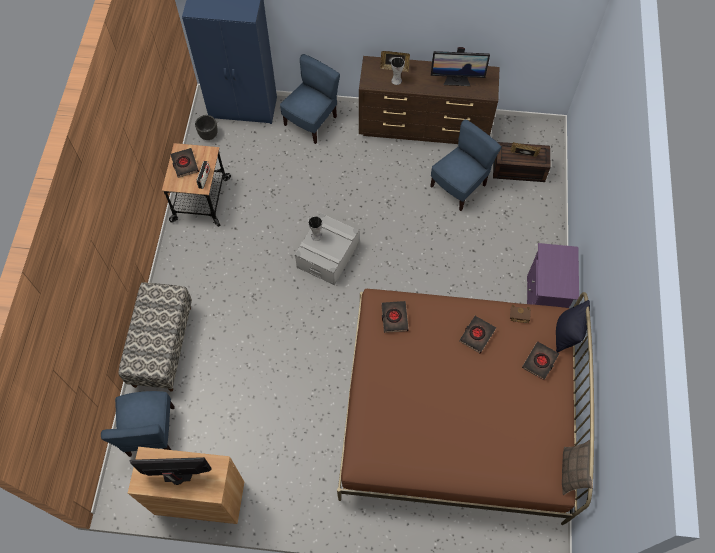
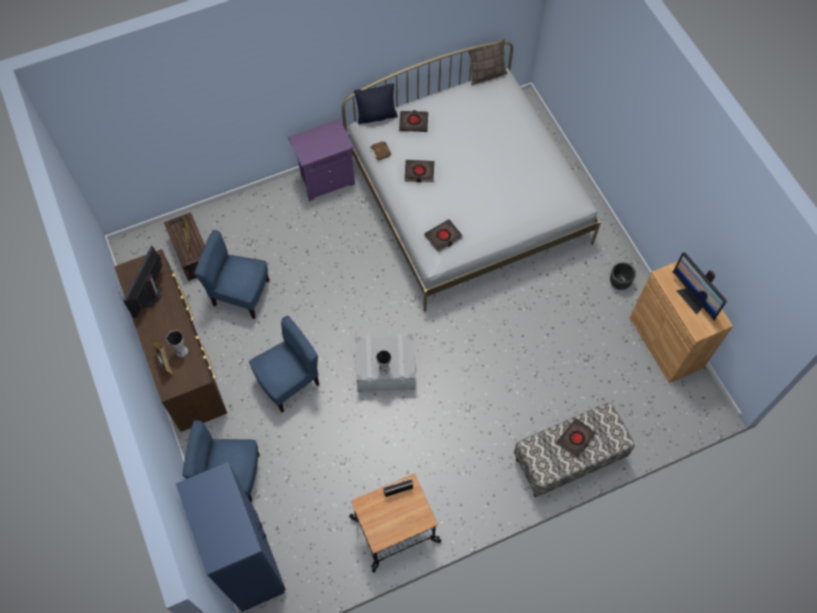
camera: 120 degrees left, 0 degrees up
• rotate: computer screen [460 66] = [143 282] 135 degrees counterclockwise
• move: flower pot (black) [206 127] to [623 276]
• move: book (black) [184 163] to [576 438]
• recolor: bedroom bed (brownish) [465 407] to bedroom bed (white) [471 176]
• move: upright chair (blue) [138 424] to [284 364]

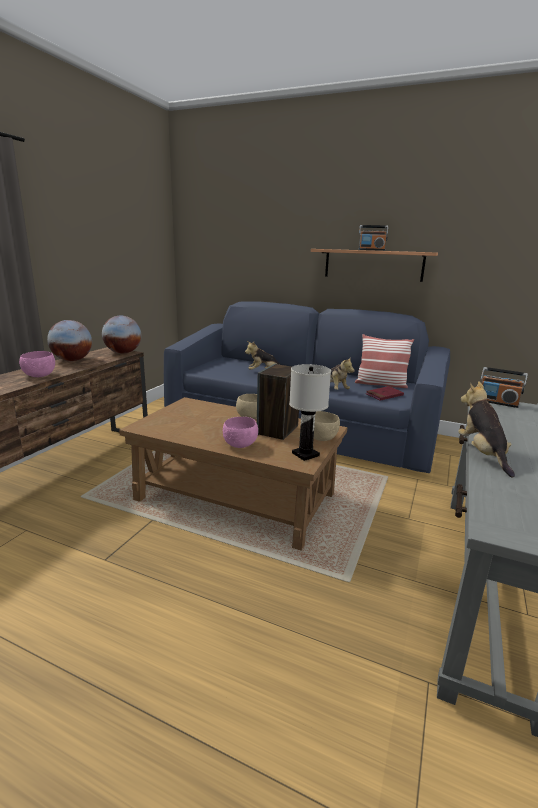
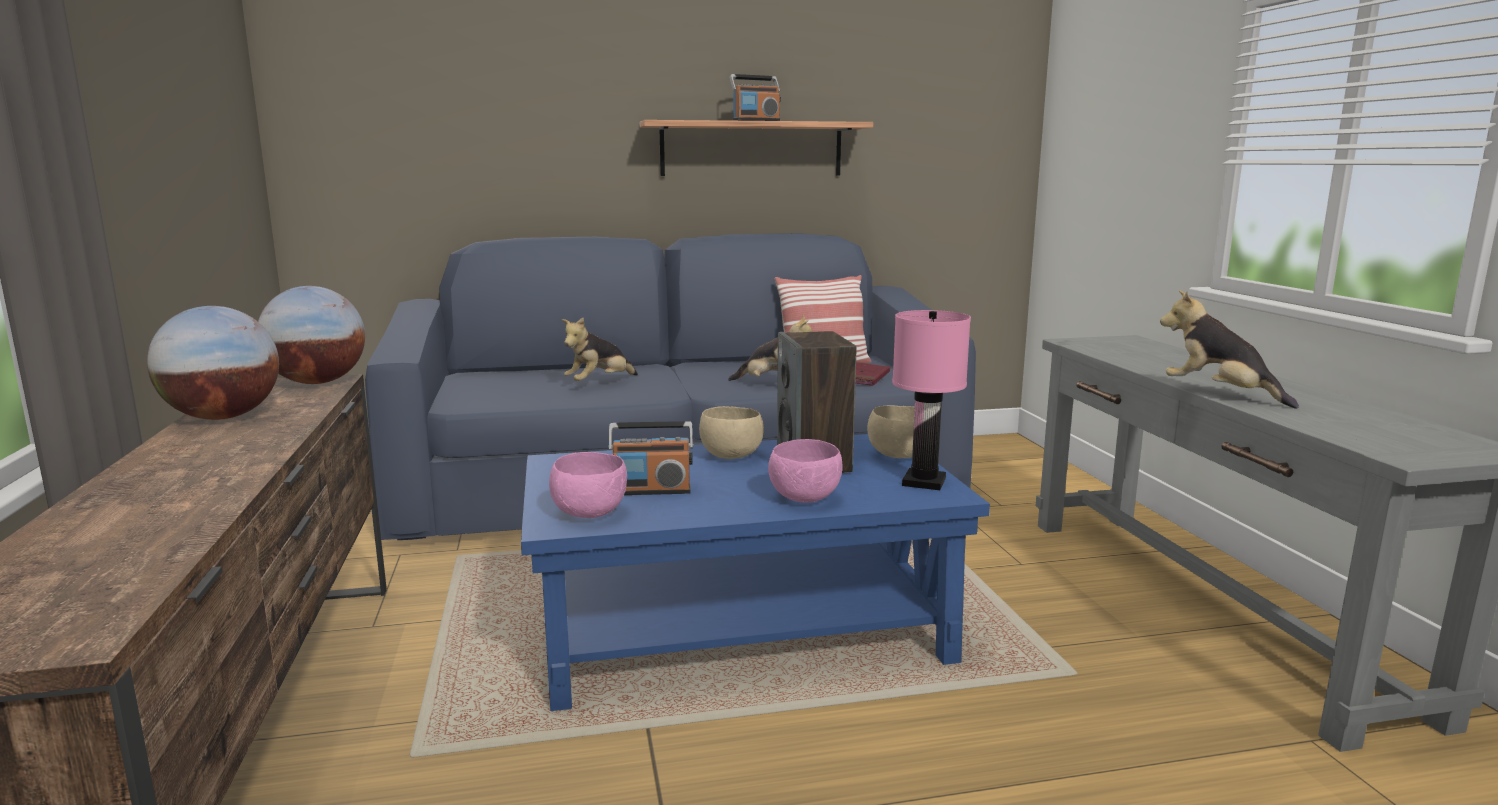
camera: 35 degrees left, 5 degrees down
• move: deep dish (pinkish) [37 364] to [588 485]
• recolor: table lamp (white) [310 412] to table lamp (pinkish) [931 400]
• move: radio set [504 387] to [651 458]
• recolor: lounge table (brownish) [233 474] to lounge table (blue) [755 572]

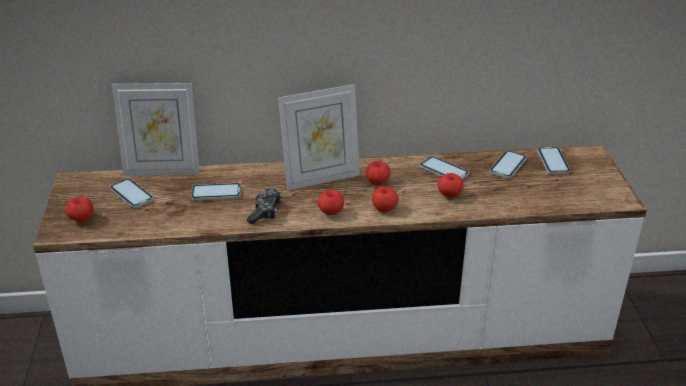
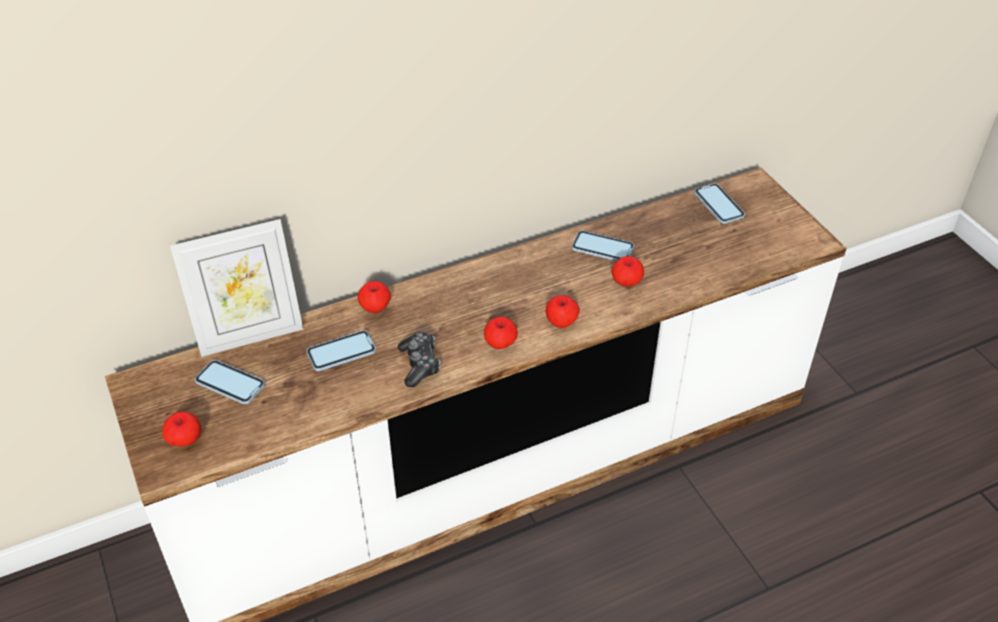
camera: 20 degrees left, 10 degrees up
• delete: standing frame [319 137]
• delete: telephone [508 164]
• move: apple fruit [378 173] to [374 297]

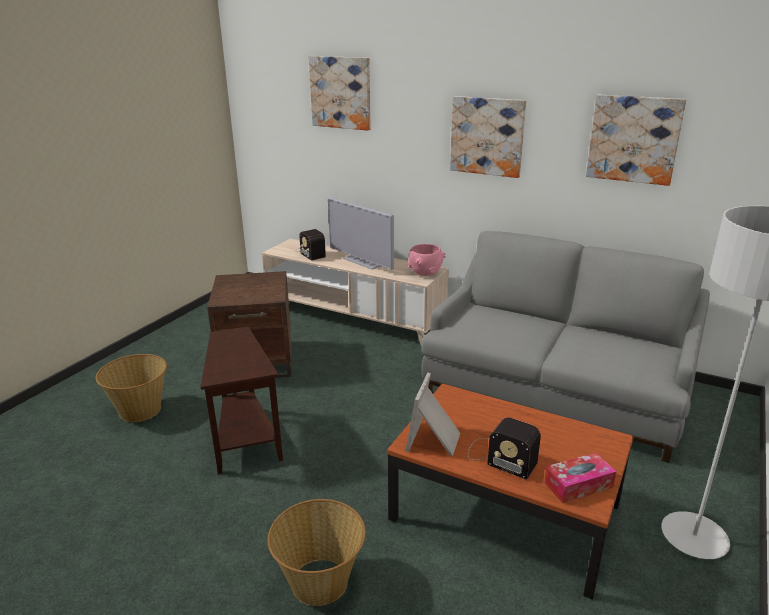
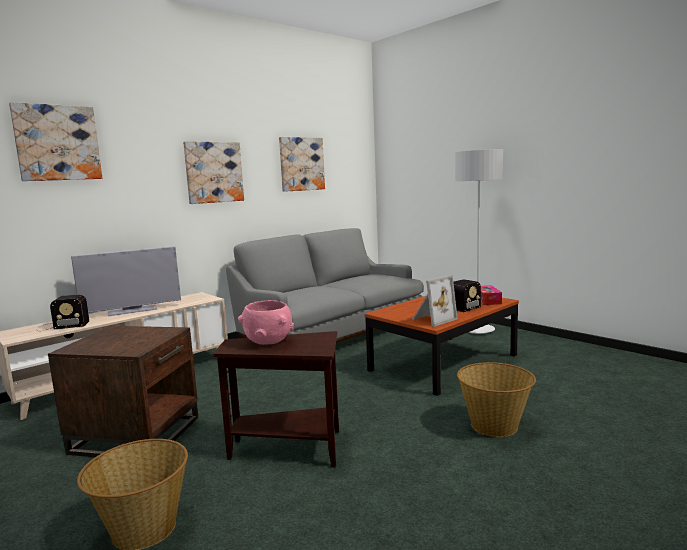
camera: 70 degrees left, 15 degrees down
• move: deep dish (pinkish) [426 260] to [266 322]
• rotate: standing frame [432 414] = [435 301] 75 degrees counterclockwise

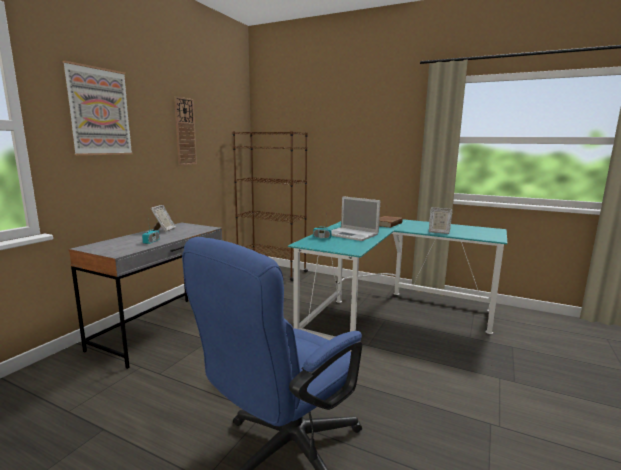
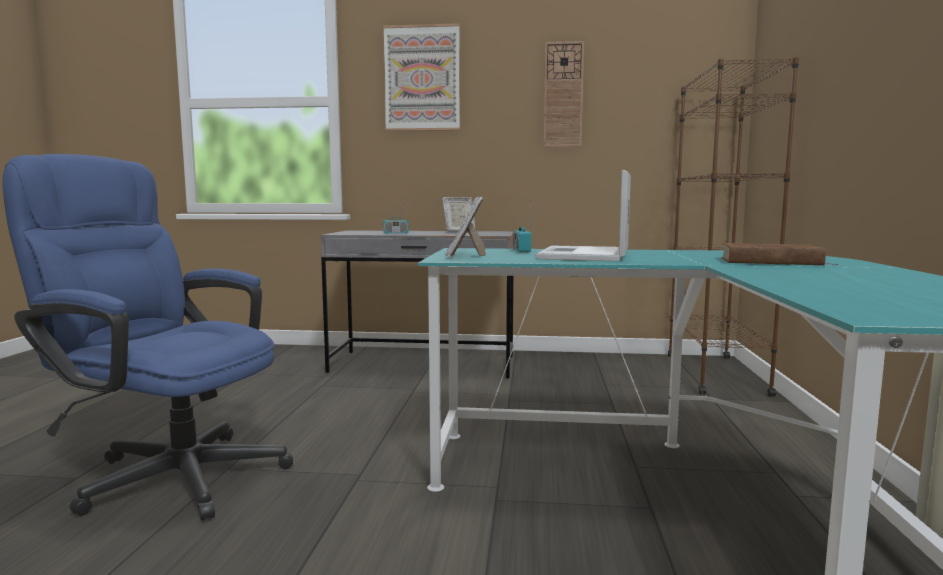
camera: 70 degrees right, 5 degrees down
• move: standing frame [441 220] to [465 227]

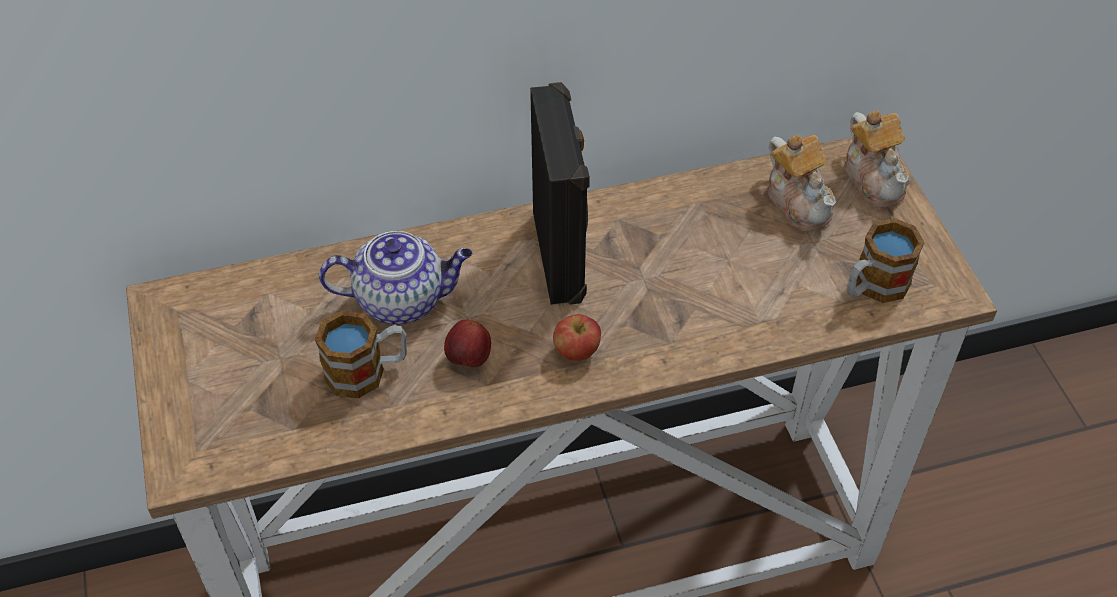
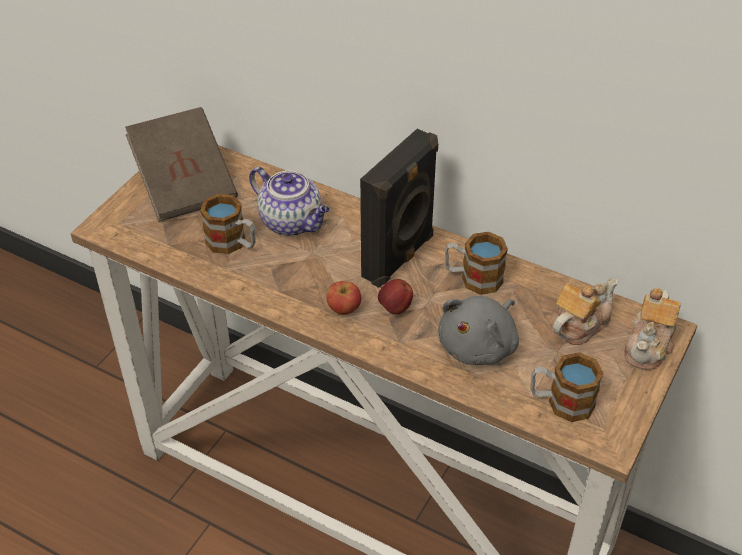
camera: 45 degrees right, 5 degrees down
• rotate: teapot [801 183] = [585 311] 150 degrees counterclockwise
• move: apple fruit [467 343] to [395 297]
• insert: book (brownish) [181 164]
• insert: tea mug [476 263]
• insert: plush toy (greyish) [478 330]

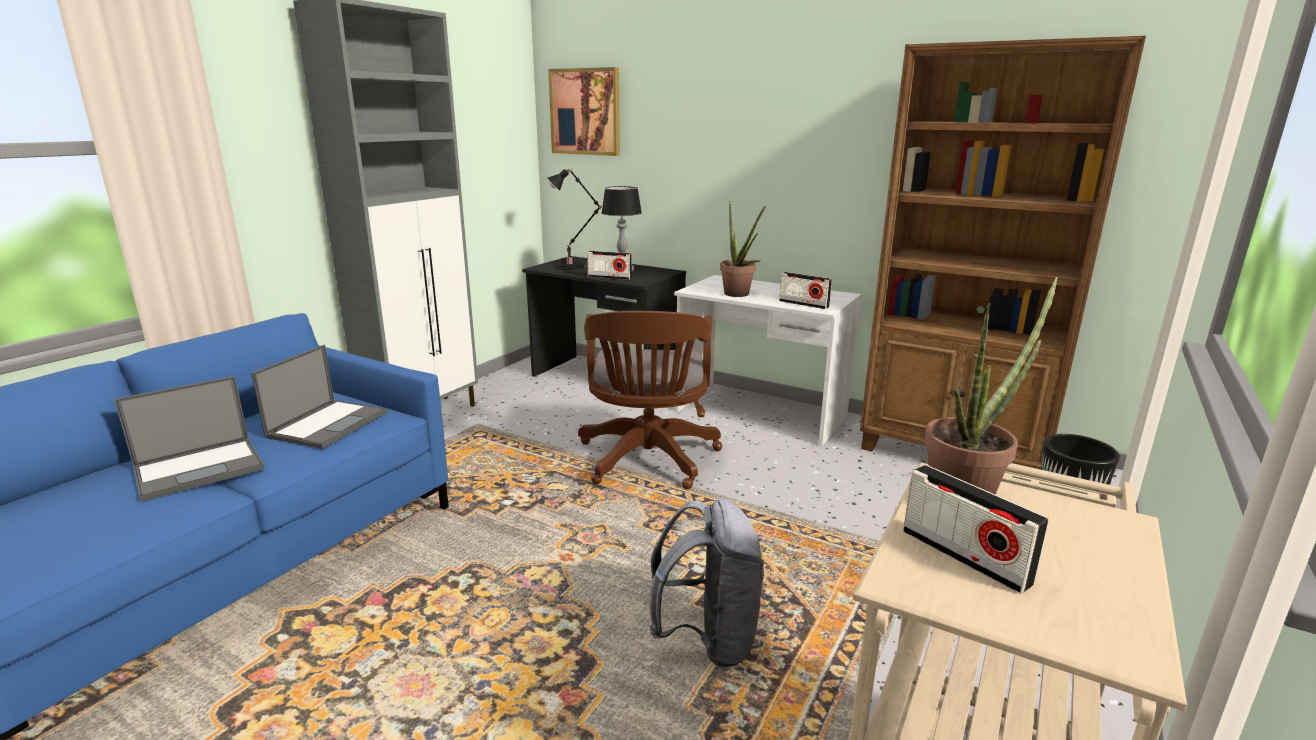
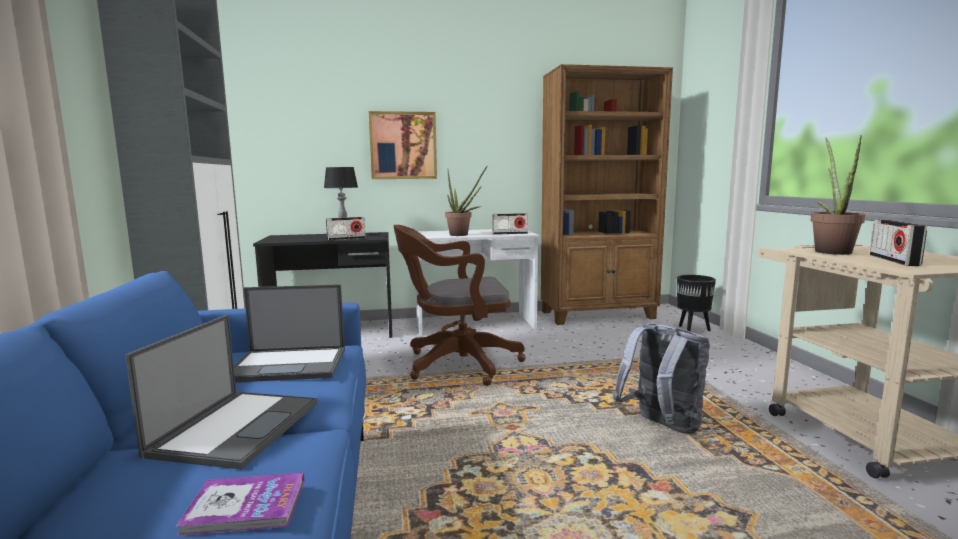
camera: 40 degrees left, 10 degrees down
• move: picture [584 111] to [403 145]
• delete: table lamp (black) [575 219]
• rotate: desk chair (brownish) [650 400] = [459 305] 120 degrees clockwise
• rotate: laptop [319 397] = [289 333] 105 degrees clockwise
• rotate: radio set [976 529] = [898 242] 90 degrees clockwise
• insert: book [240 504]

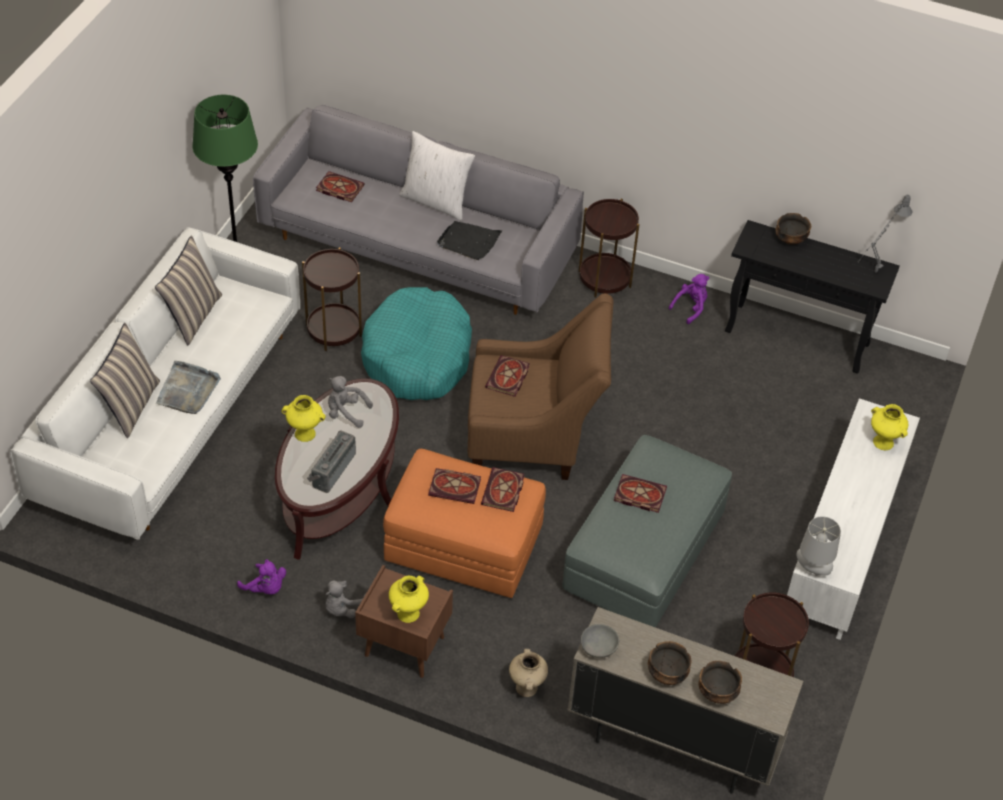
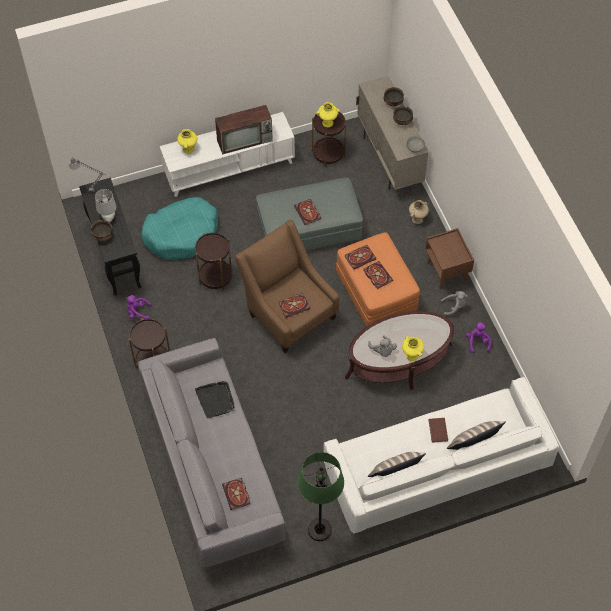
camera: 130 degrees left, 10 degrees up
• delete: pillow (white) [437 176]
• move: side table (brownish) [332 299] to [213 261]
• move: dog cushion (turquoise-coloured) [416 343] to [179 228]
• replace: serving tray (greyish) [188 387] to book (brownish) [438 430]
• delete: radio set [331 462]
• move: table lamp (greyish) [819 546] to [105 206]
• move: decorative vase (yellow-coloured) [409 599] to [328 114]
• insert: TV set [244 130]

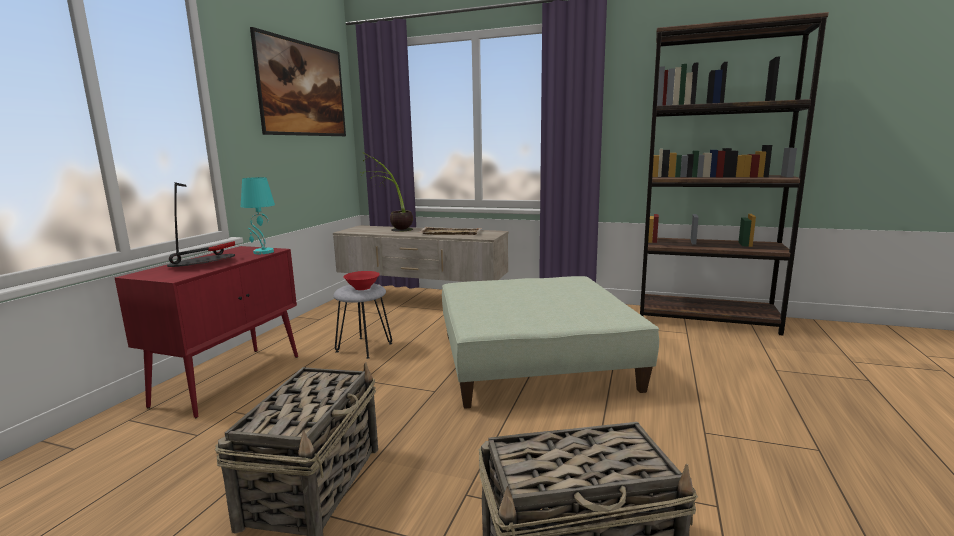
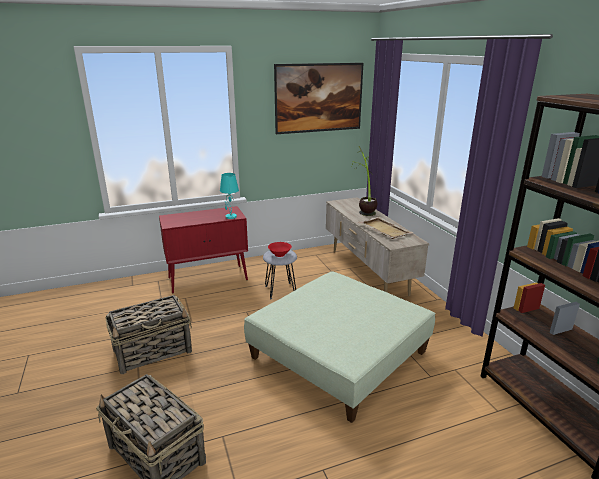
camera: 50 degrees right, 10 degrees up
• delete: table lamp [201 224]

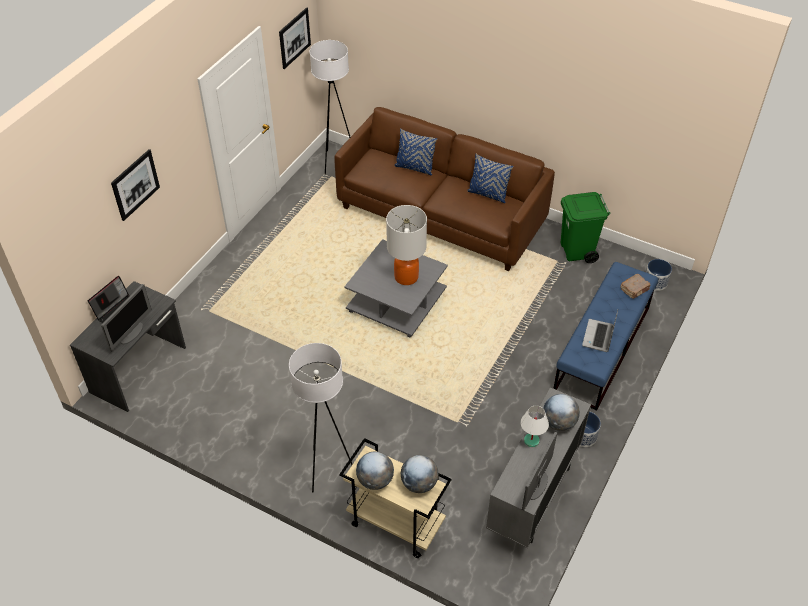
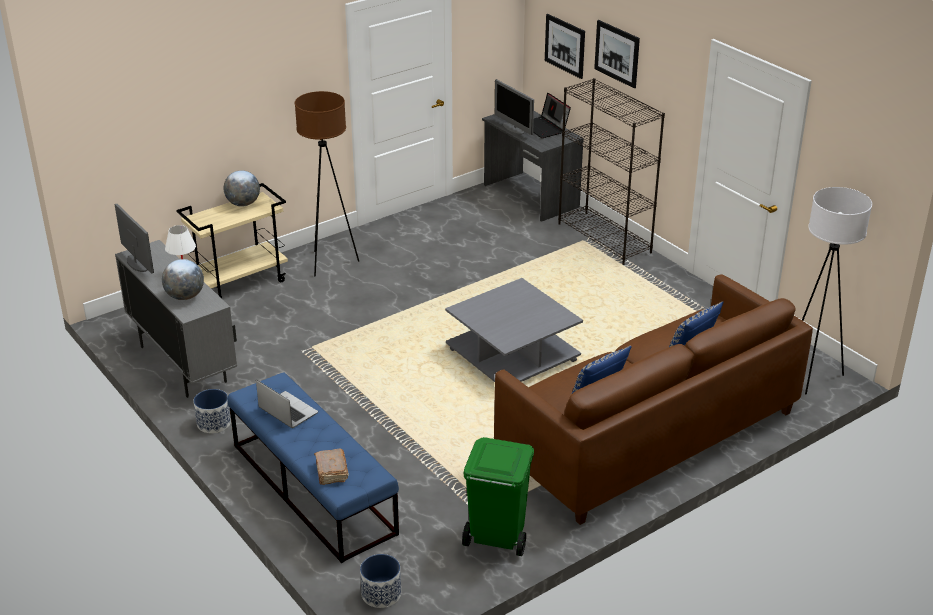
camera: 115 degrees right, 15 degrees down
• move: picture [295 38] to [565 46]
• delete: table lamp [406 245]
• recolor: floor lamp (white) [321 417] to floor lamp (brownish) [327 183]
• delete: desk globe [420 474]
• insert: bookshelf (black) [611 171]

